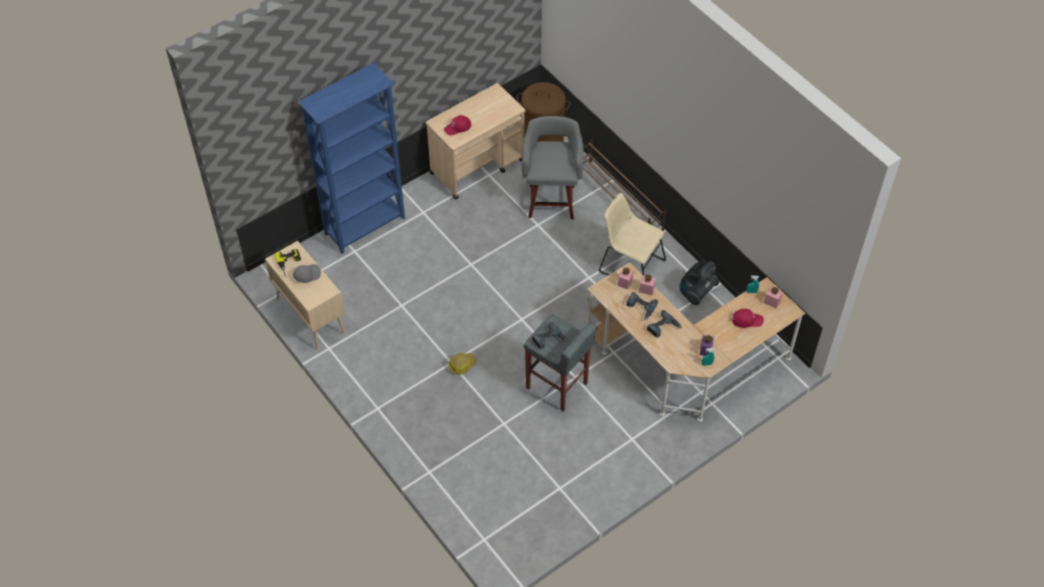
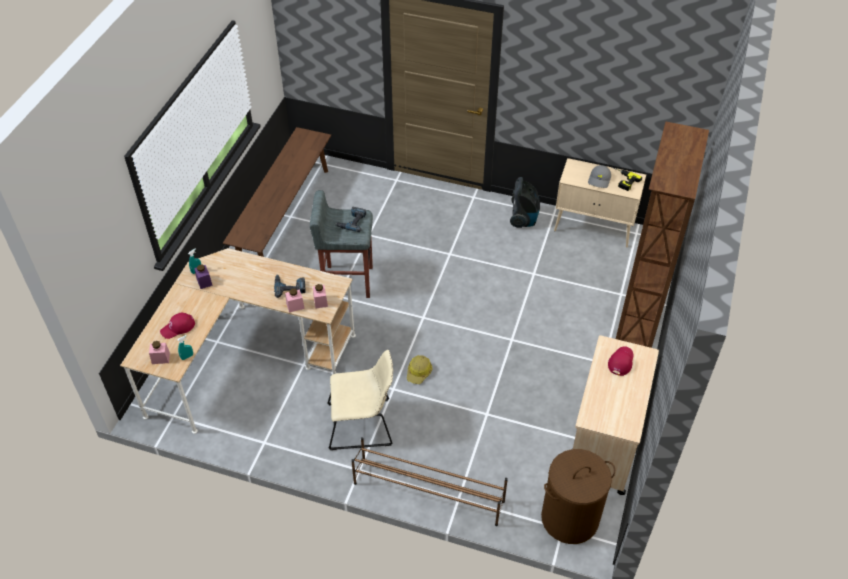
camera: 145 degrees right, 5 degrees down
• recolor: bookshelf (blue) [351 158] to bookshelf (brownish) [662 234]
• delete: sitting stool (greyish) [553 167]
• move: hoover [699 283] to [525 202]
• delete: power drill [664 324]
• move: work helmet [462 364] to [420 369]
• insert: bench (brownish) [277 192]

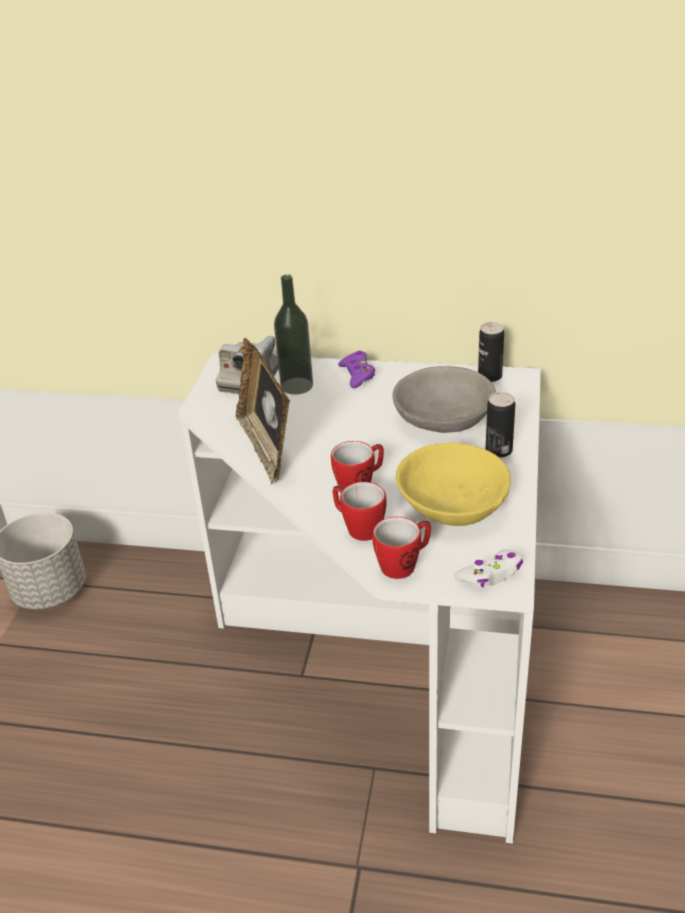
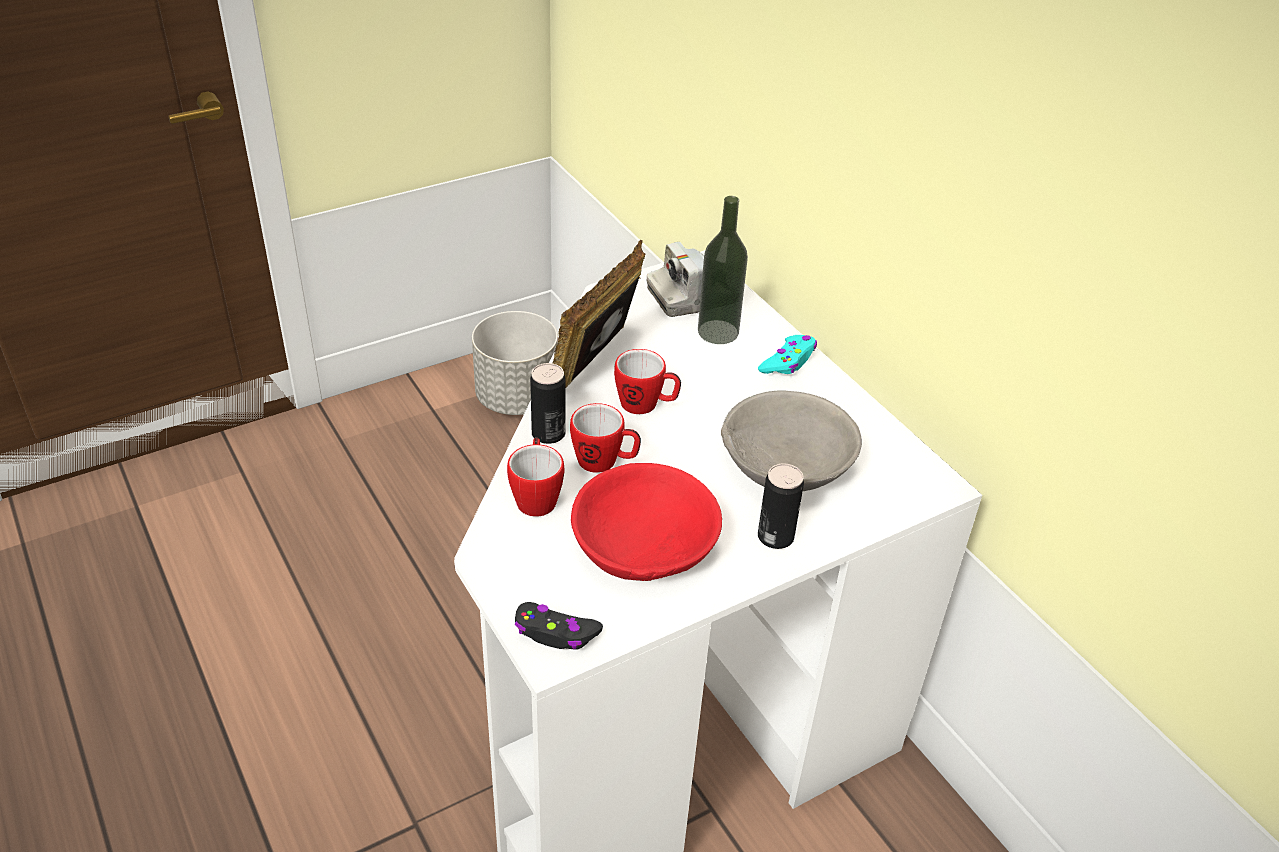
camera: 45 degrees right, 5 degrees up
• move: can [491 352] to [547 403]
• recolor: gamepad (purple) [356 369] to gamepad (turquoise-coloured) [787 354]
• recolor: deep dish (yellow-coloured) [453 484] to deep dish (red-coloured) [646 522]
• move: tea mug [401 548] to [647 381]
• recolor: gamepad (white) [488 568] to gamepad (black) [559 625]

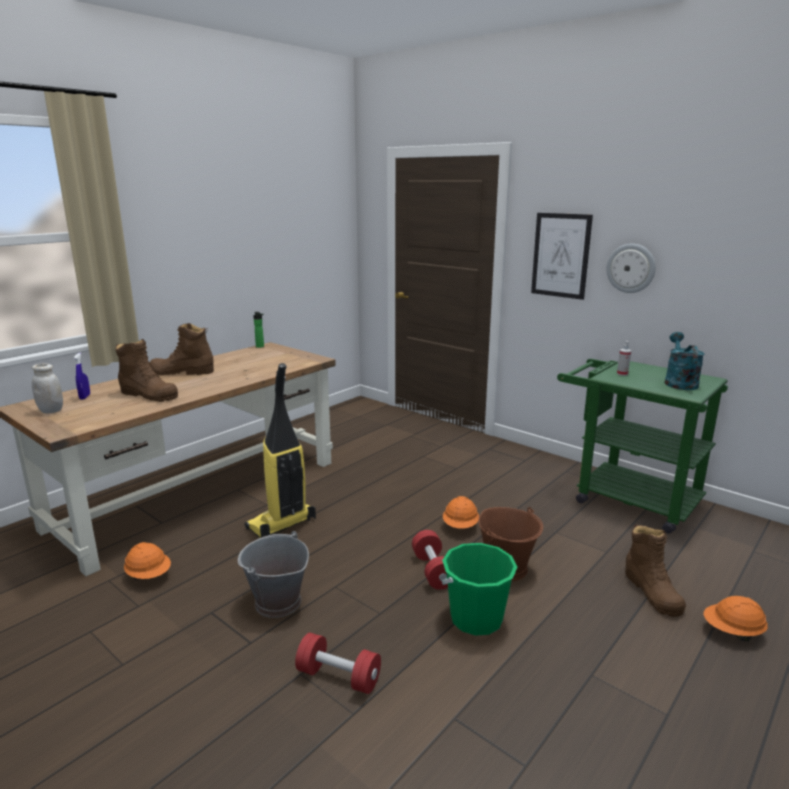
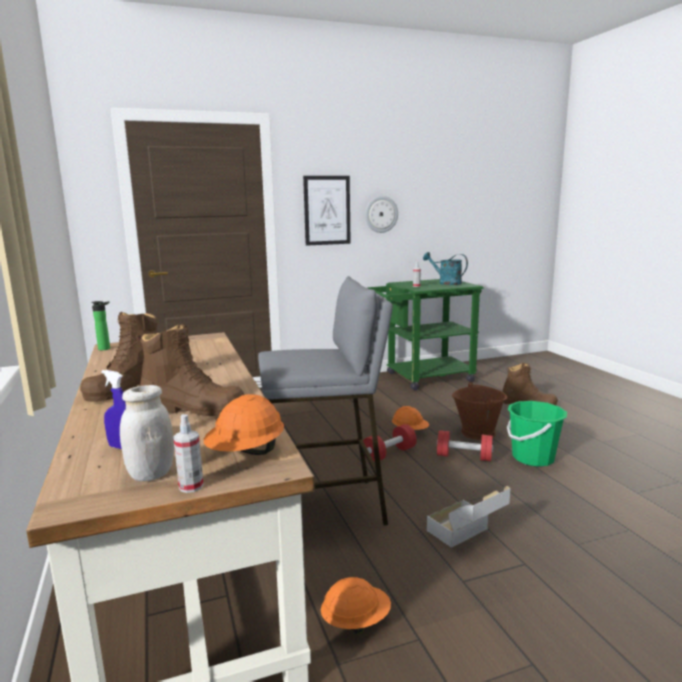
camera: 60 degrees left, 5 degrees down
• rotate: tall boot (brownish) [146 370] = [191 370] 45 degrees clockwise
• replace: hoover [280 450] to sitting stool (greyish) [325 401]
• replace: water bucket (greyish) [273 574] to packing box [469 517]
• move: work helmet (orangey) [735 618] to [244 424]
• move: hand weight (red-coloured) [338 663] to [390 443]
• insert: sprayer [188 453]

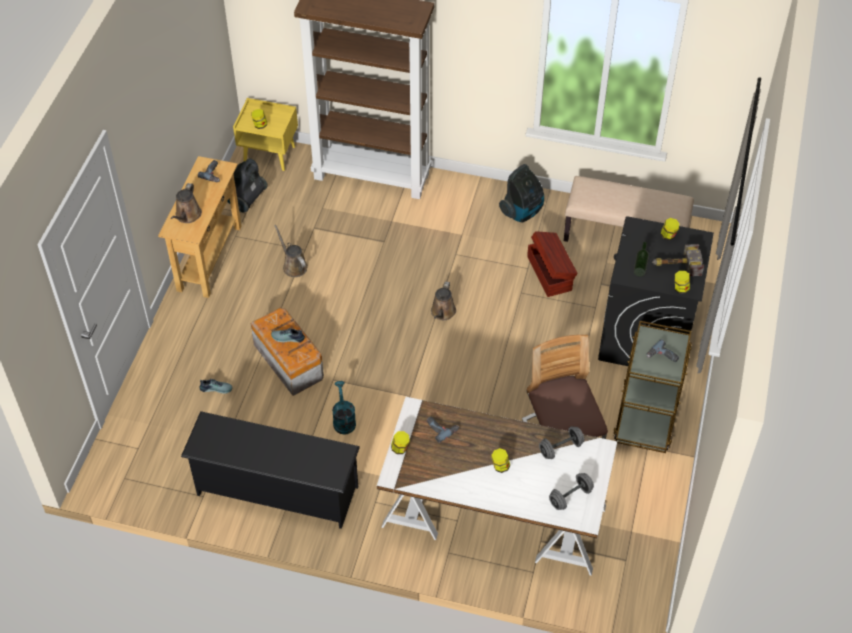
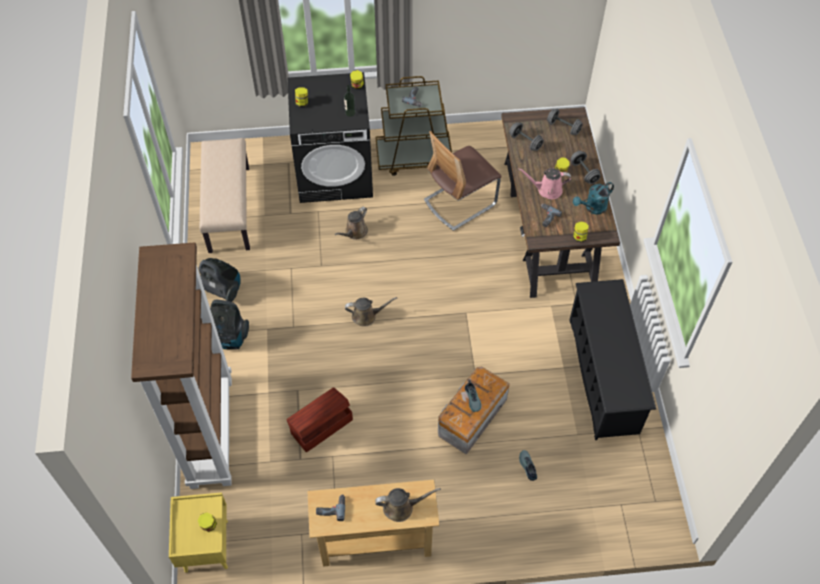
camera: 110 degrees left, 5 degrees up
• move: hoover [247 185] to [229 324]
• move: watering pot (brownish) [290 251] to [351 223]
• move: storage box (brownish) [552 264] to [319 420]
• delete: hammer [678 260]
• move: watering pot (turquoise-coloured) [344 408] to [593 198]
• recolor: desk table (white) [497 486] to desk table (brownish) [560 202]
• insert: hand weight (greyish) [586 167]
• insert: watering pot (pinkish) [544 183]

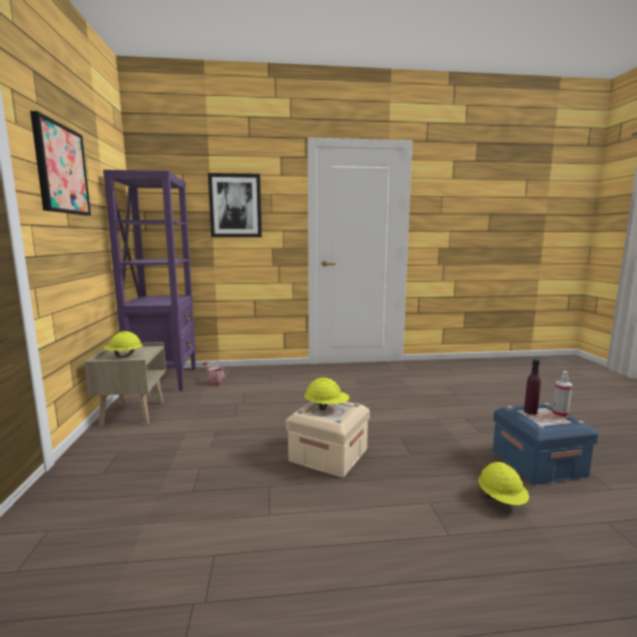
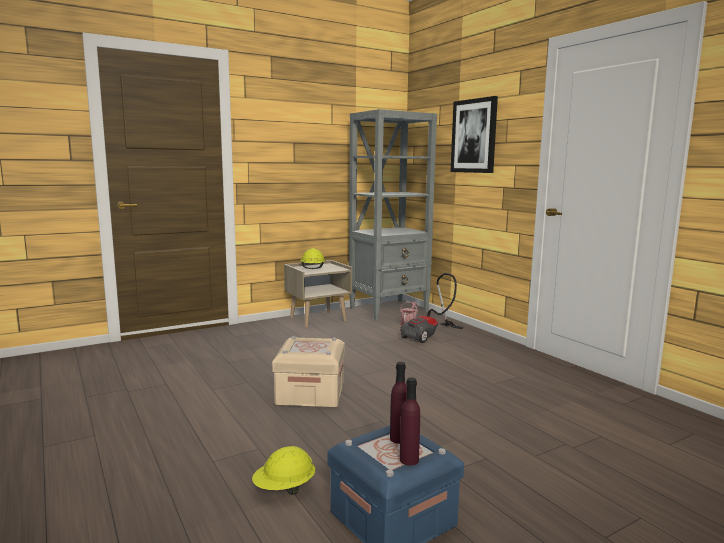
camera: 65 degrees right, 0 degrees up
• delete: picture [60 163]
• recolor: bookshelf (purple) [149 280] to bookshelf (greyish) [393 214]
• replace: sprayer [562 394] to beverage bottle (purple) [410 421]
• delete: work helmet (yellow-coloured) [327 394]
• insert: hoover [431 308]

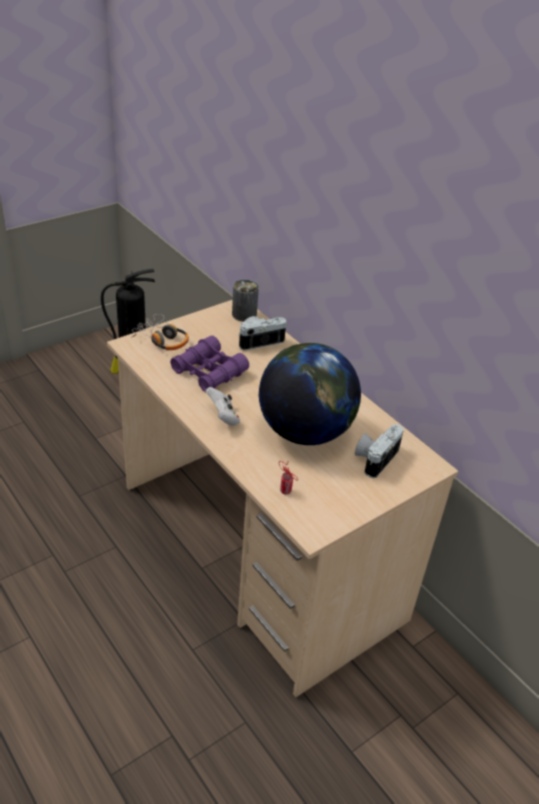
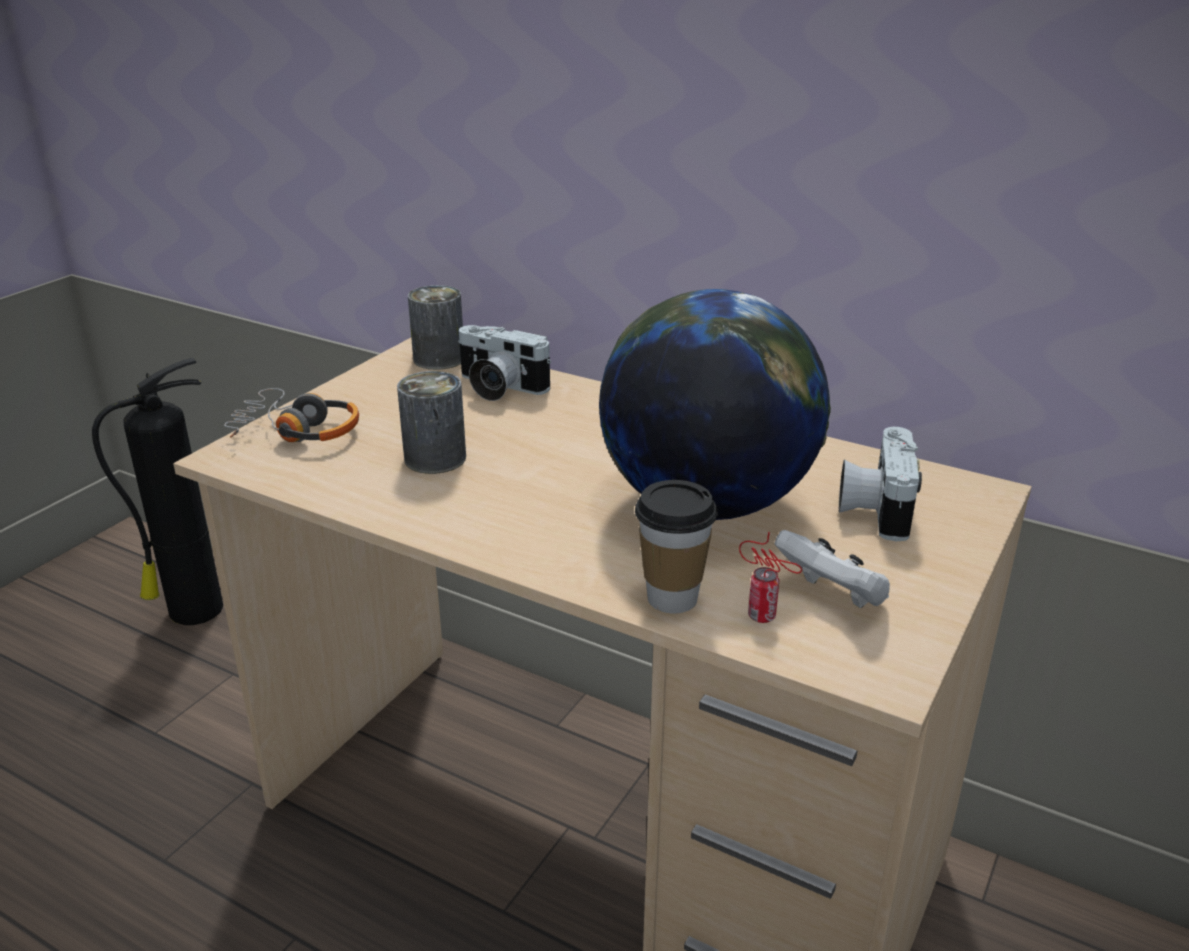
camera: 20 degrees left, 10 degrees down
• rotate: photo camera [263 333] = [504 363] 105 degrees counterclockwise
• replace: field glasses (purple) [209 363] to can [431 422]
• move: gamepad (white) [222 406] to [832 569]
• insert: drinking cup [676 547]

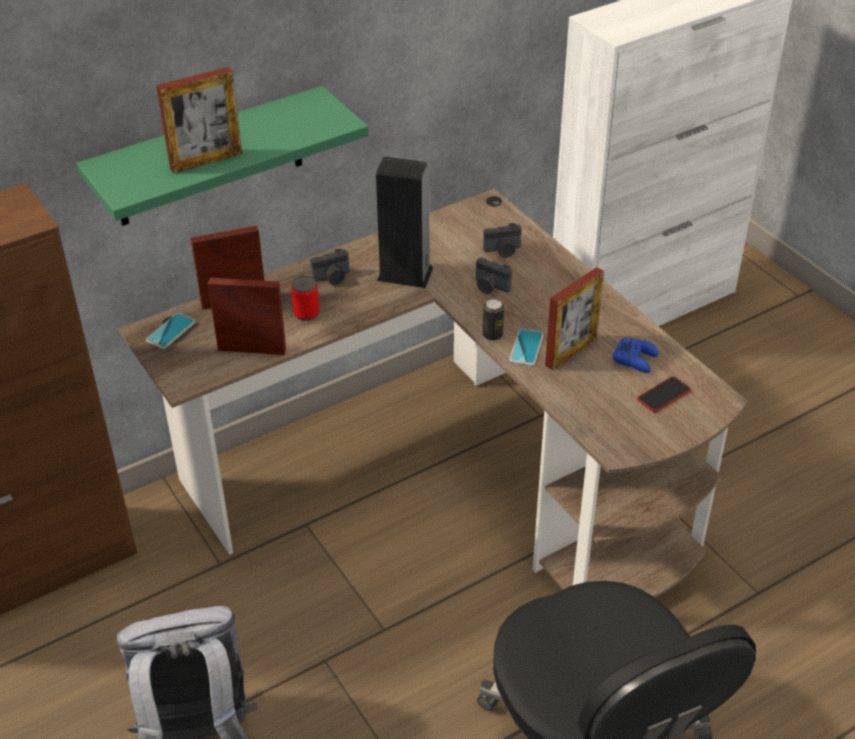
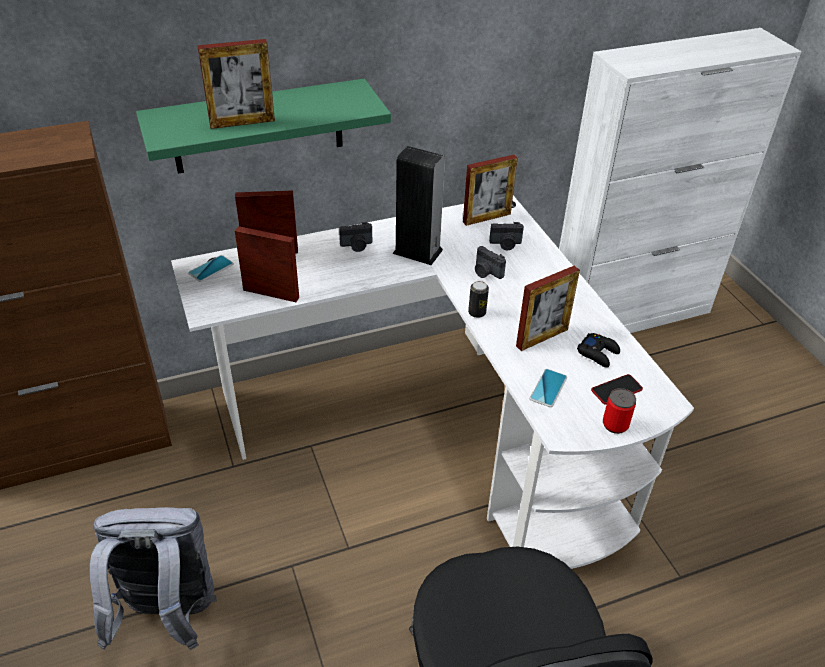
camera: 10 degrees right, 0 degrees up
• recolor: desk table (brownish) [432 393] to desk table (white) [432 382]
• move: can [305 298] to [619 411]
• move: telephone [526 347] to [548 388]
• recolor: gamepad (blue) [635 355] to gamepad (black) [598 350]
• insert: standing frame [490 190]

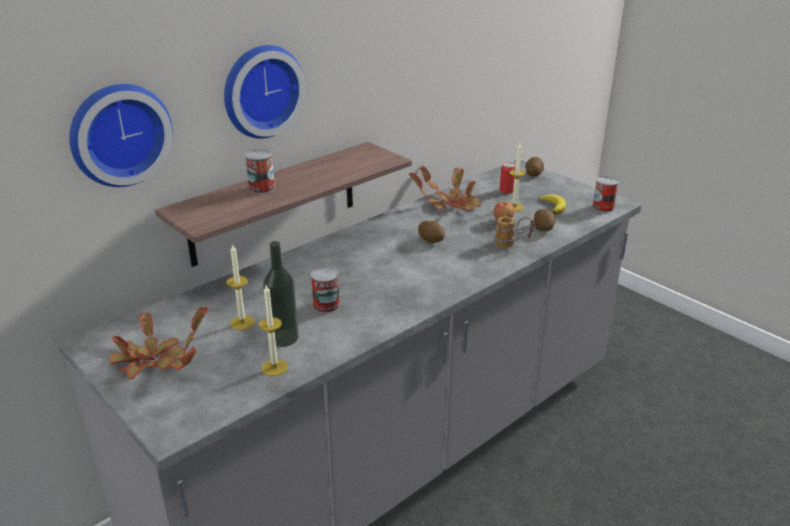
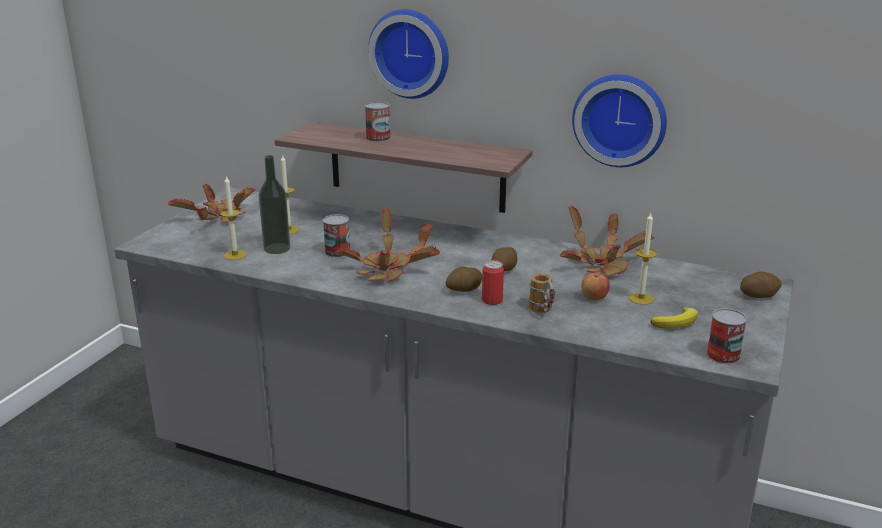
camera: 65 degrees right, 5 degrees down
• move: wall clock [121 135] to [619 120]
• move: can [508 178] to [493 282]
• move: potato [544 220] to [464 279]
• insert: houseplant [388 245]

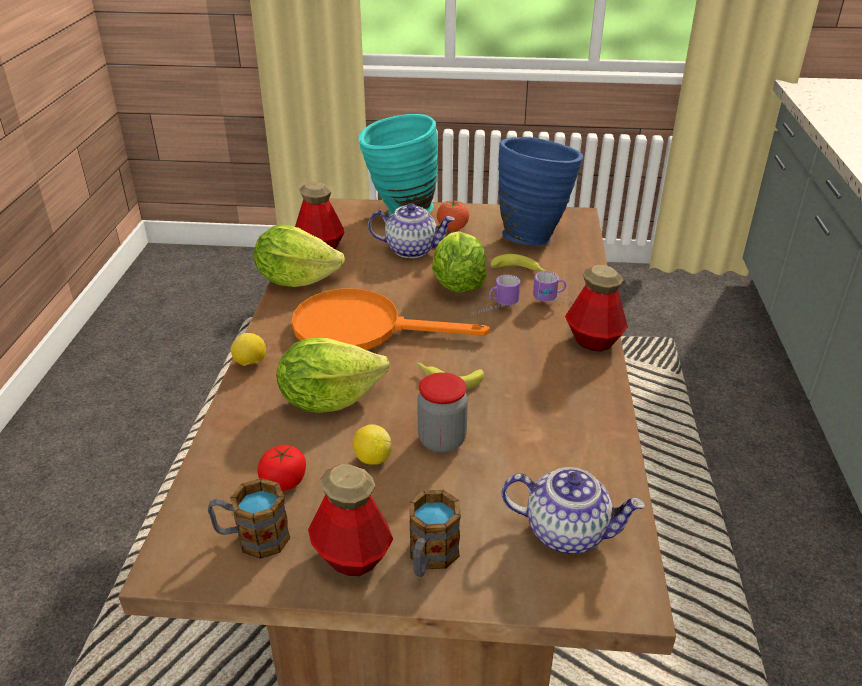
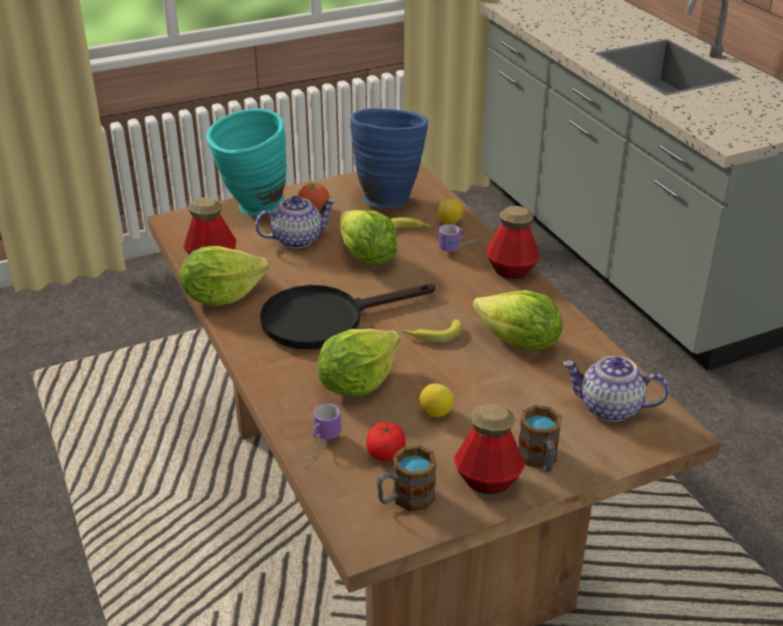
camera: 30 degrees left, 0 degrees up
• move: tea mug [495 295] to [321 433]
• recolor: skillet (orangey) [391 319] to skillet (black) [347 316]
• move: citrus fruit [248 349] to [450 211]
• delete: preserve jar [442 412]
• rotate: teapot [573 510] = [616 389] 150 degrees counterclockwise
• insert: head of lettuce [517 320]

